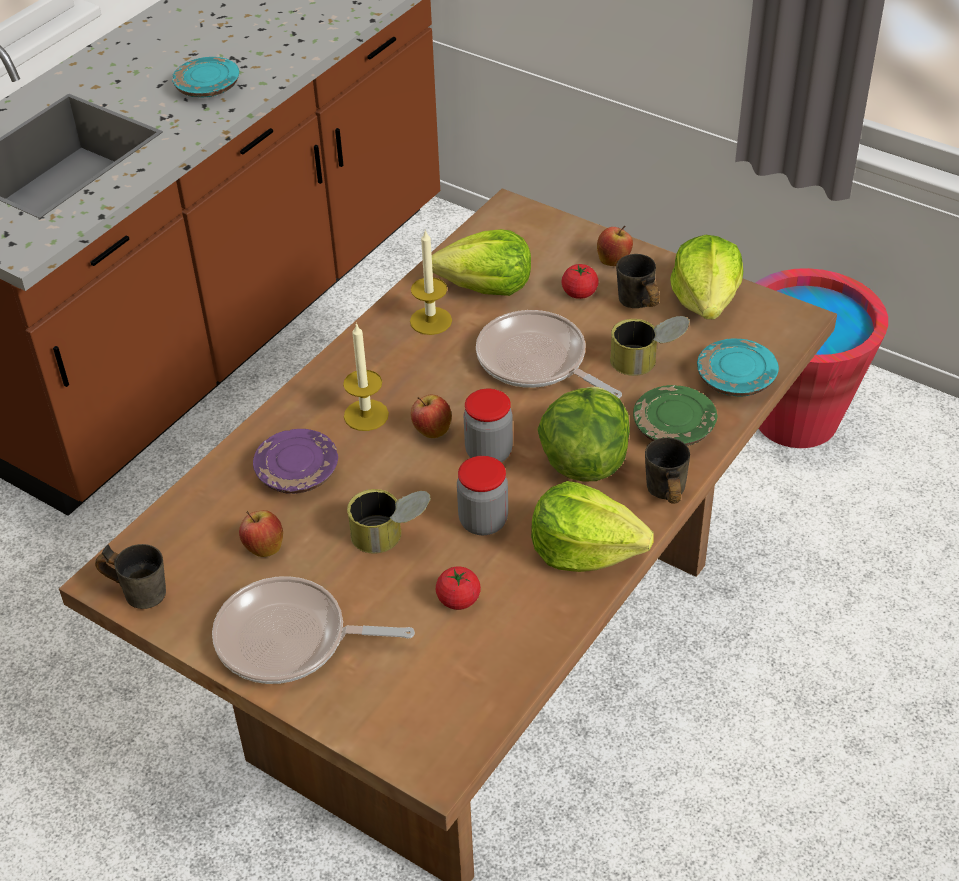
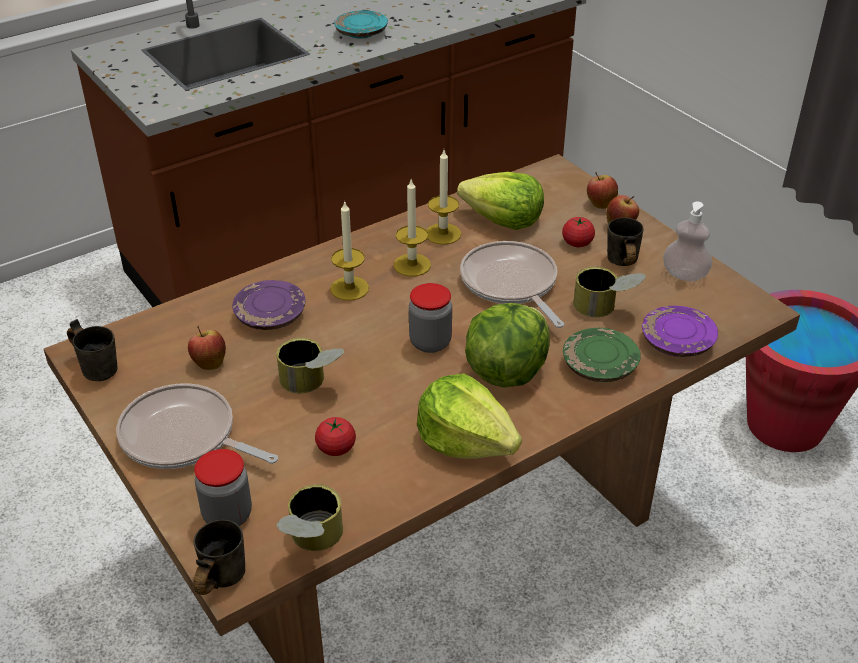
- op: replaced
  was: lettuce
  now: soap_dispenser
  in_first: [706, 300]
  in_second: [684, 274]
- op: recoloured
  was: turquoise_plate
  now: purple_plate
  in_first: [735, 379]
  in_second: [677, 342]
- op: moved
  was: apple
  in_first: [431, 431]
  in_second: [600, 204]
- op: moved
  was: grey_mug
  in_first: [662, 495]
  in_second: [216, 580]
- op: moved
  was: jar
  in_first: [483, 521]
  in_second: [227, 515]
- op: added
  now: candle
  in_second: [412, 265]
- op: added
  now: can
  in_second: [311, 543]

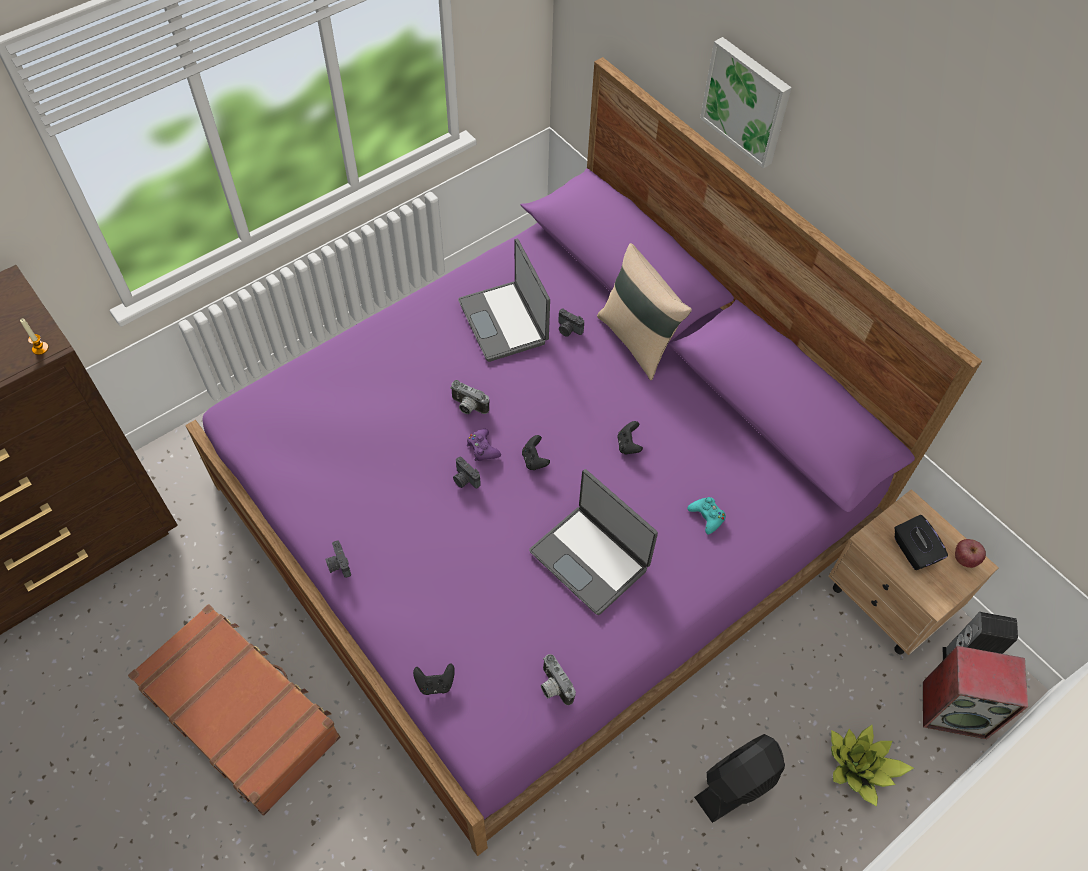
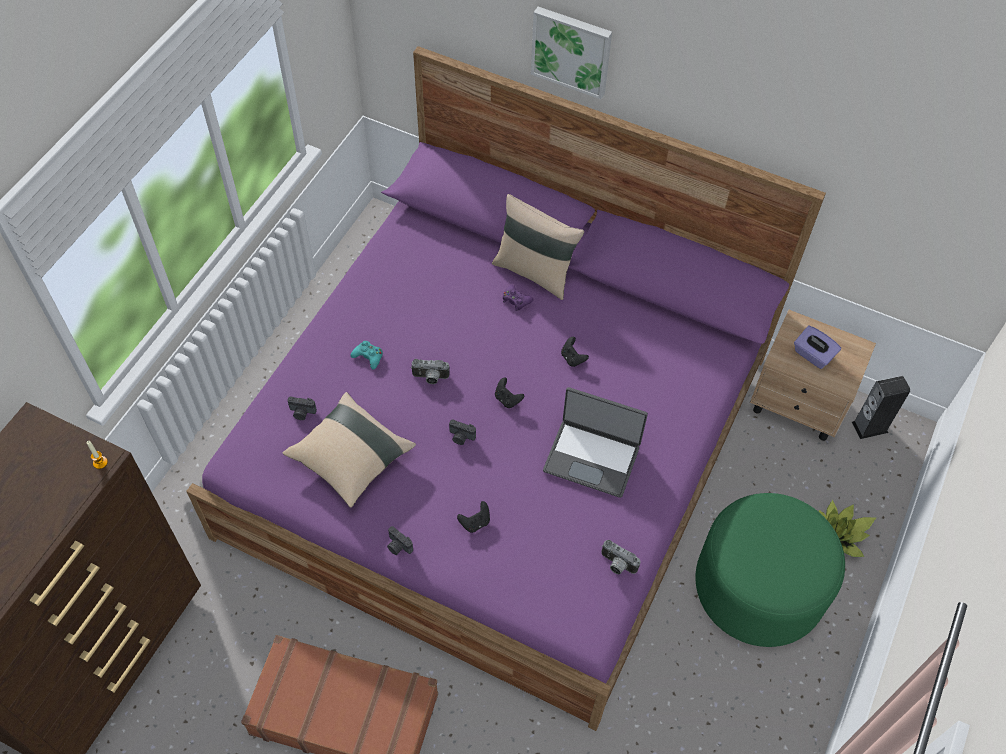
- op: removed
  was: laptop
  in_first: [505, 322]
- op: moved
  was: photo_camera
  in_first: [568, 329]
  in_second: [302, 413]
- op: moved
  was: purple_game_controller
  in_first: [482, 448]
  in_second: [516, 300]
- op: moved
  was: turquoise_game_controller
  in_first: [707, 516]
  in_second: [368, 357]
- op: recoloured
  was: black_tissue_box
  now: purple_tissue_box
  in_first: [913, 551]
  in_second: [812, 355]
- op: removed
  was: apple
  in_first: [964, 559]
- op: removed
  was: speaker
  in_first: [955, 709]
- op: moved
  was: black_game_controller
  in_first: [435, 683]
  in_second: [475, 522]
- op: replaced
  was: black_fan
  now: green_ottoman
  in_first: [737, 785]
  in_second: [758, 588]
- op: added
  now: beige_pillow
  in_second: [351, 458]

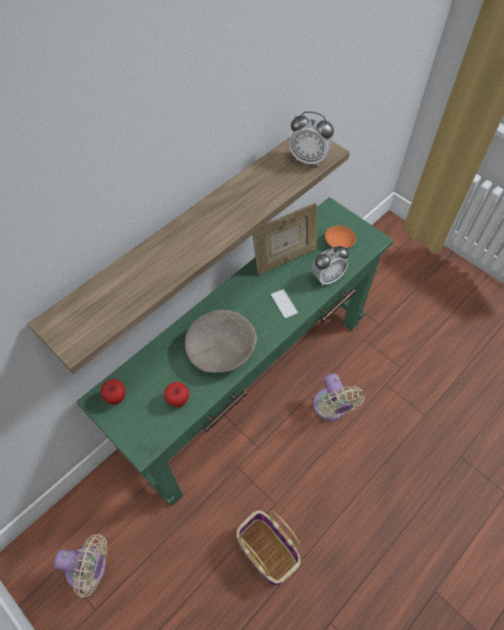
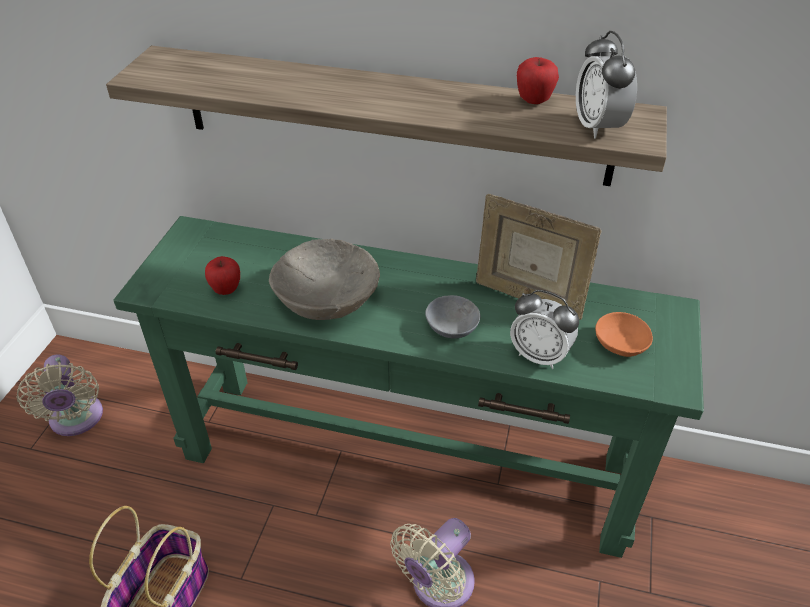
- op: replaced
  was: phone
  now: grey_bowl
  in_first: [284, 303]
  in_second: [450, 326]
- op: moved
  was: apple
  in_first: [116, 398]
  in_second: [534, 101]

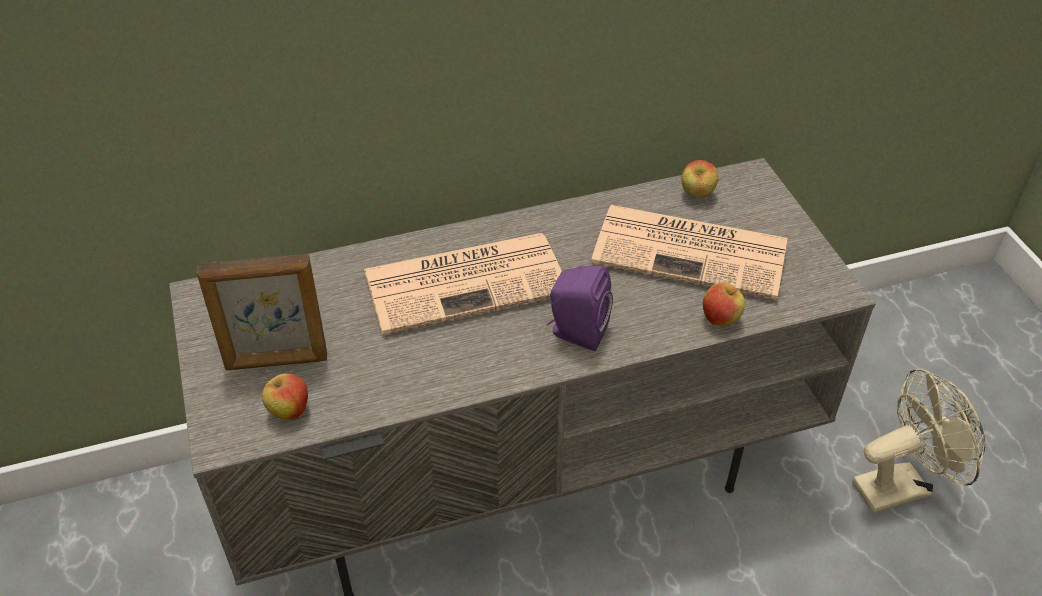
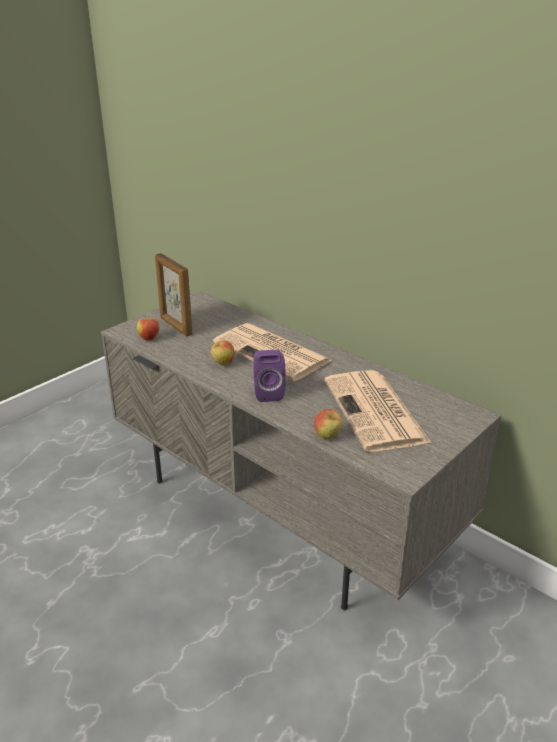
- op: moved
  was: apple
  in_first: [697, 195]
  in_second: [223, 364]
- op: removed
  was: beige_fan
  in_first: [901, 485]

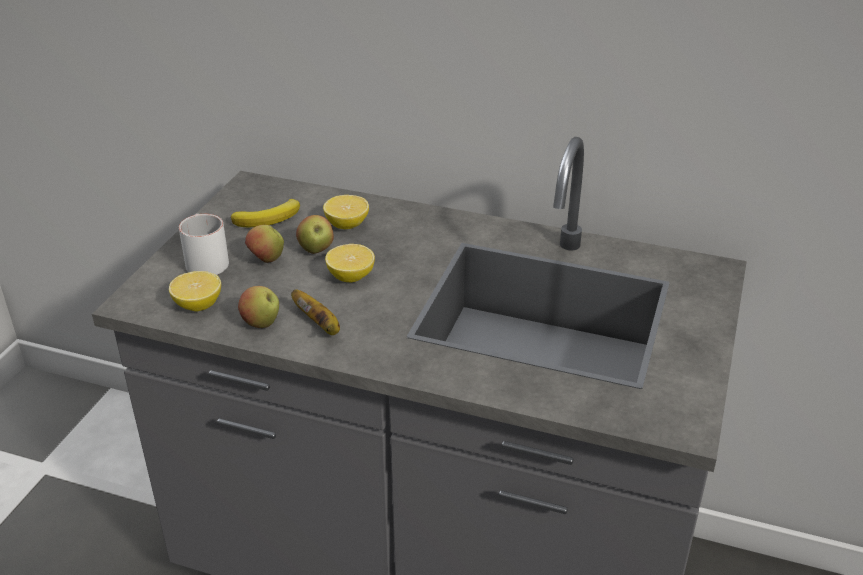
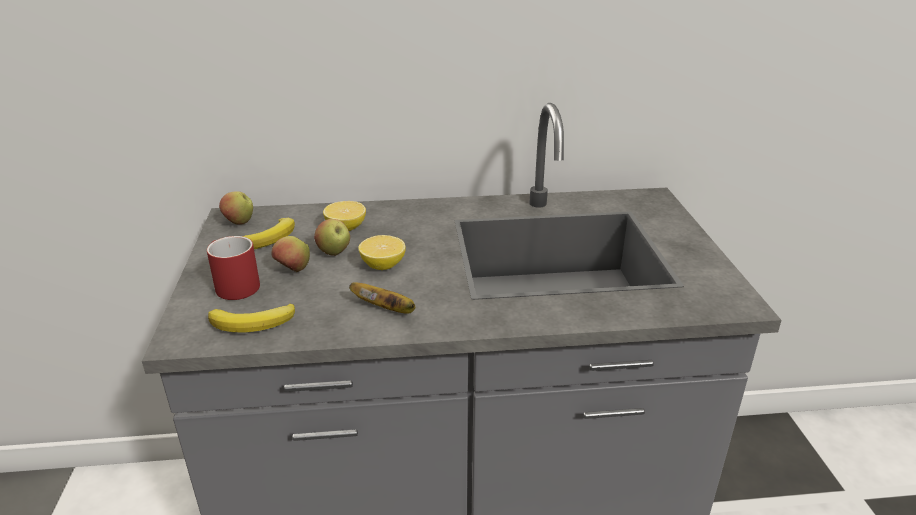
- op: recoloured
  was: white_mug
  now: red_mug
  in_first: [204, 261]
  in_second: [232, 285]
- op: replaced
  was: lemon
  now: banana
  in_first: [198, 305]
  in_second: [254, 323]
- op: moved
  was: apple
  in_first: [261, 323]
  in_second: [239, 222]

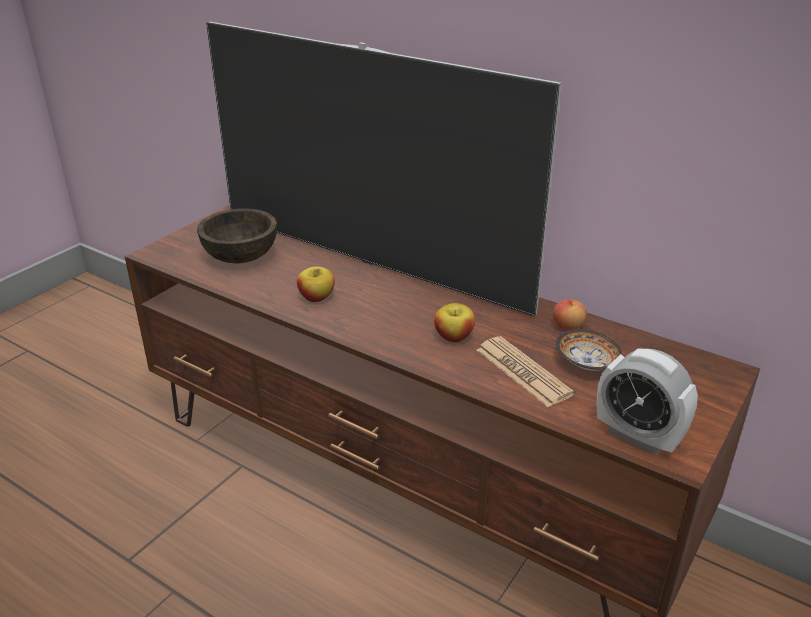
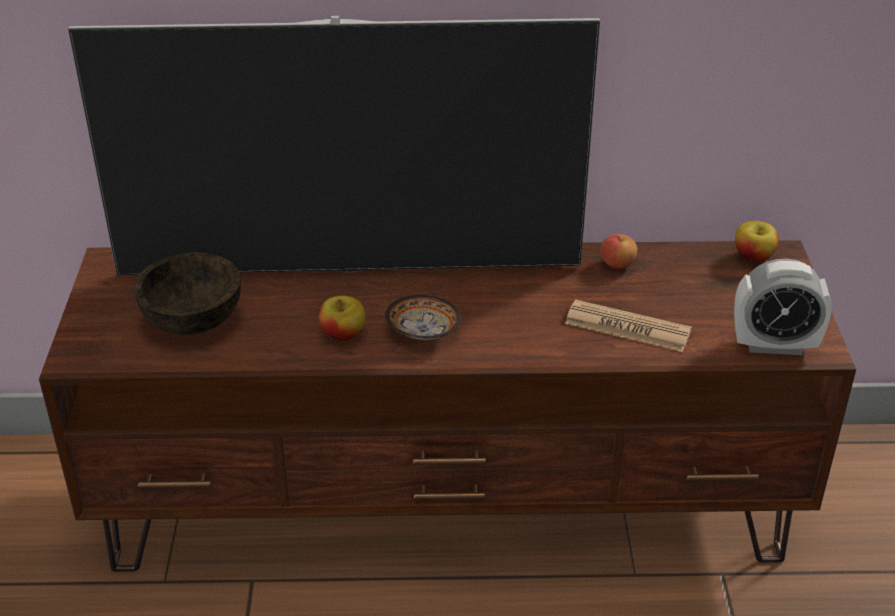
- op: moved
  was: apple
  in_first: [454, 336]
  in_second: [753, 256]
- op: moved
  was: bowl
  in_first: [586, 364]
  in_second: [423, 333]

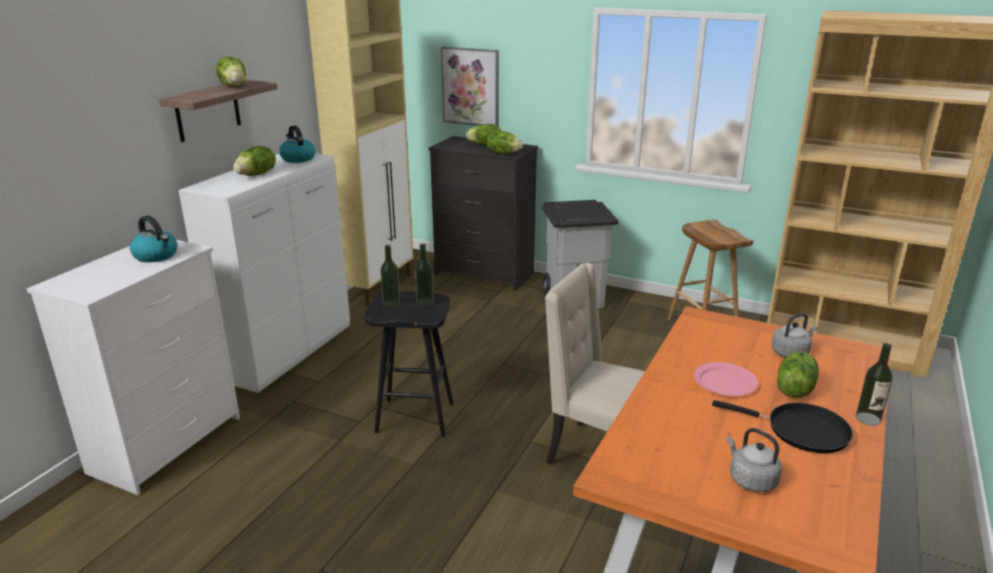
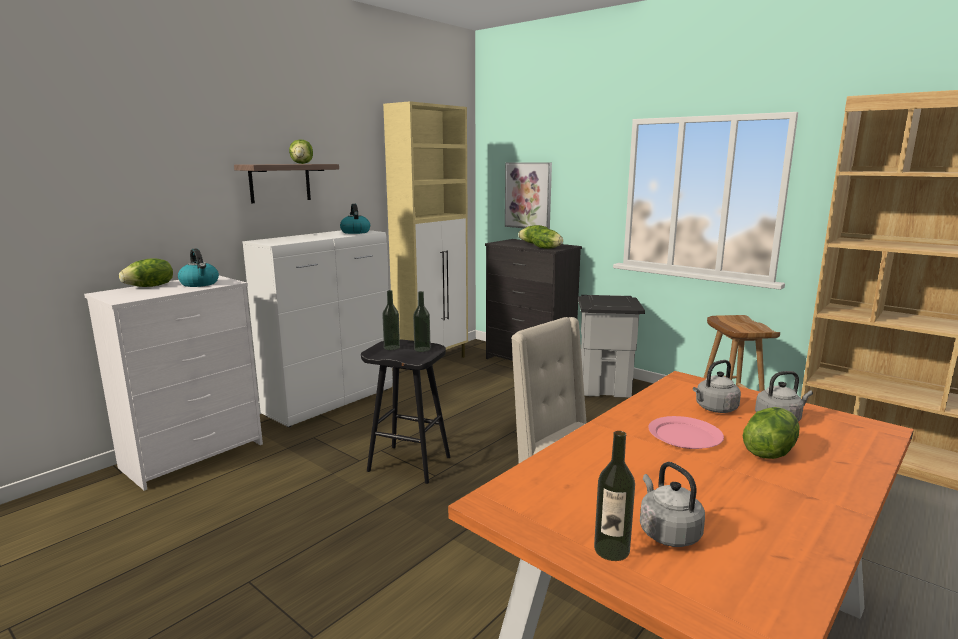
- op: moved
  was: lettuce
  in_first: [257, 175]
  in_second: [150, 286]
- op: moved
  was: bottle
  in_first: [868, 419]
  in_second: [611, 550]
- op: removed
  was: black_frying_pan
  in_first: [801, 431]
- op: added
  now: grey_kettle
  in_second: [714, 409]

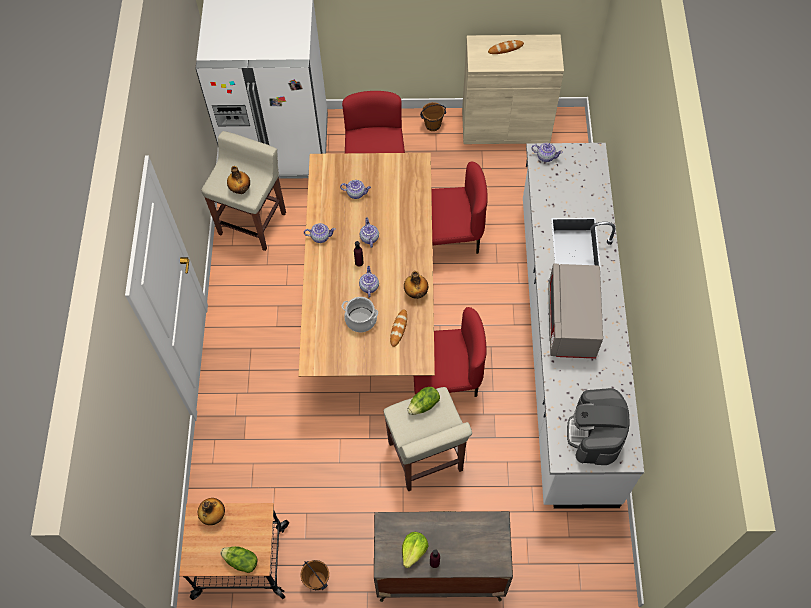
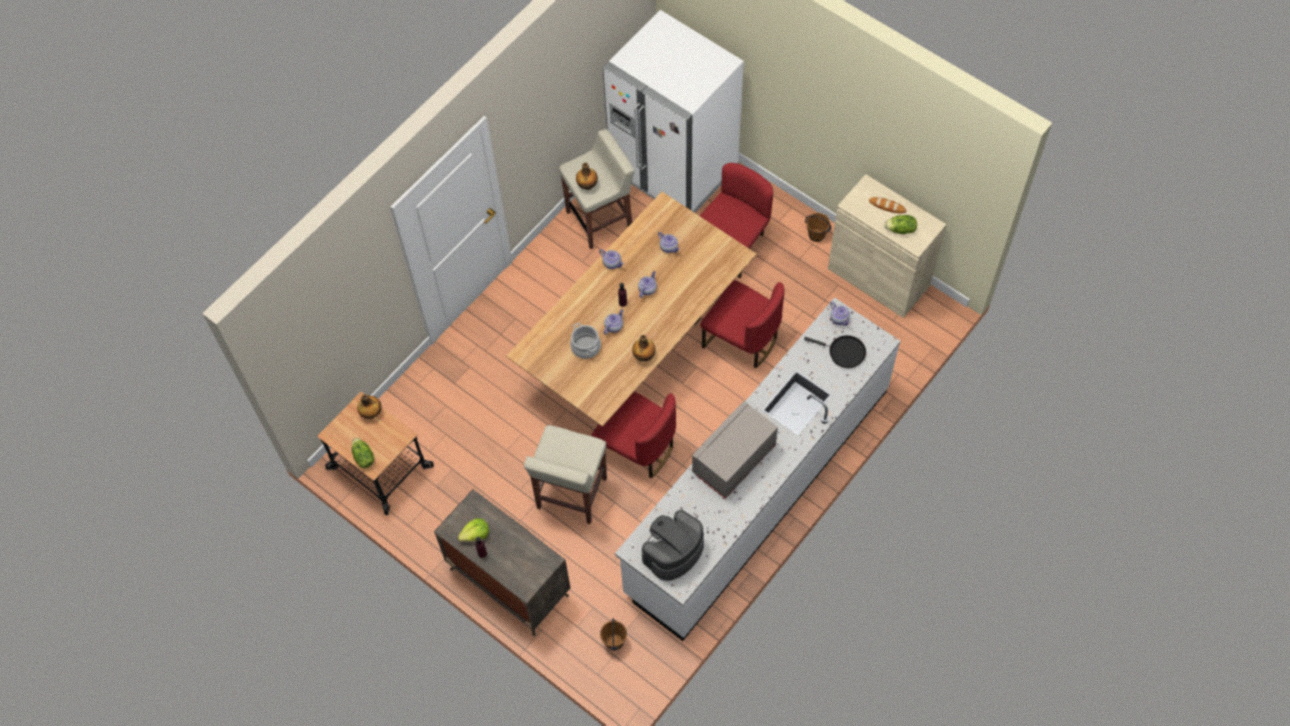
- op: removed
  was: bread
  in_first: [398, 328]
- op: moved
  was: lettuce
  in_first: [424, 405]
  in_second: [900, 230]
- op: moved
  was: brown_bucket
  in_first: [317, 581]
  in_second: [614, 642]
- op: added
  now: black_frying_pan
  in_second: [844, 352]

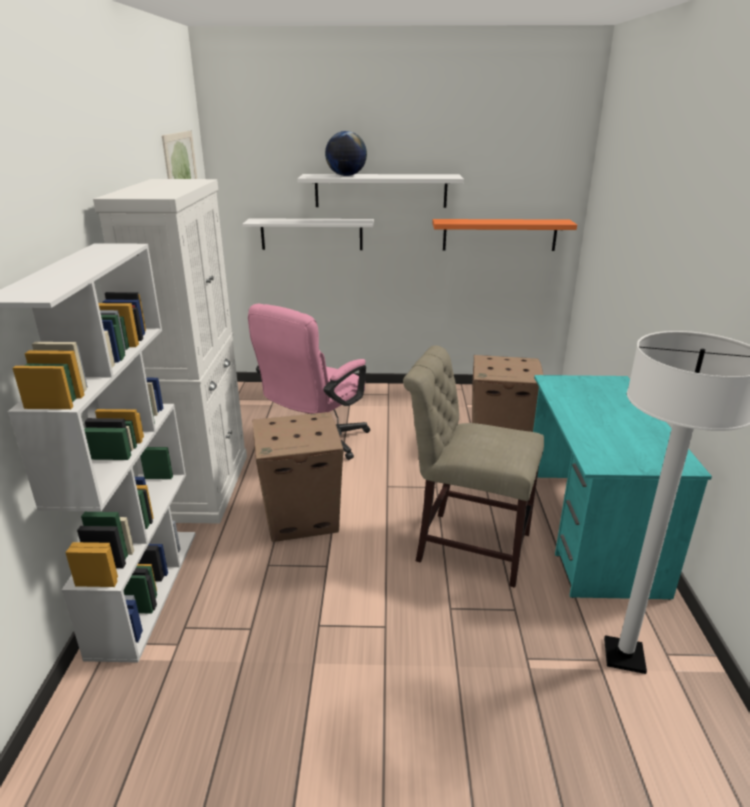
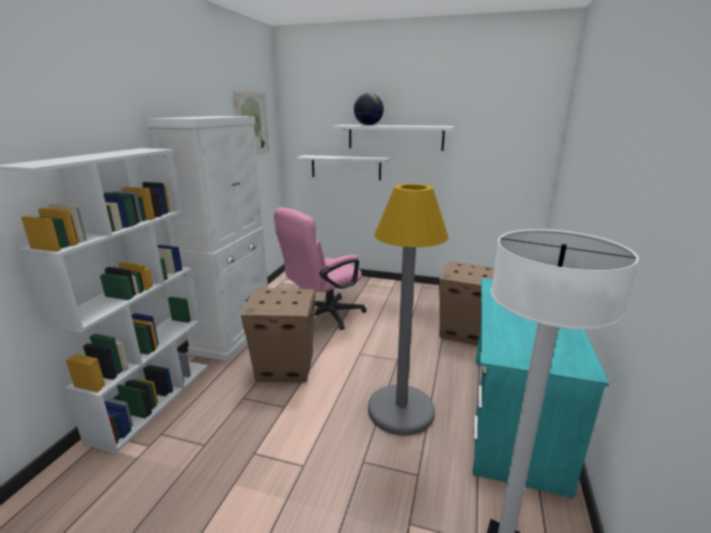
- op: removed
  was: orange_shelf
  in_first: [499, 235]
- op: replaced
  was: beige_chair
  now: grey_floor_lamp
  in_first: [466, 544]
  in_second: [400, 410]

